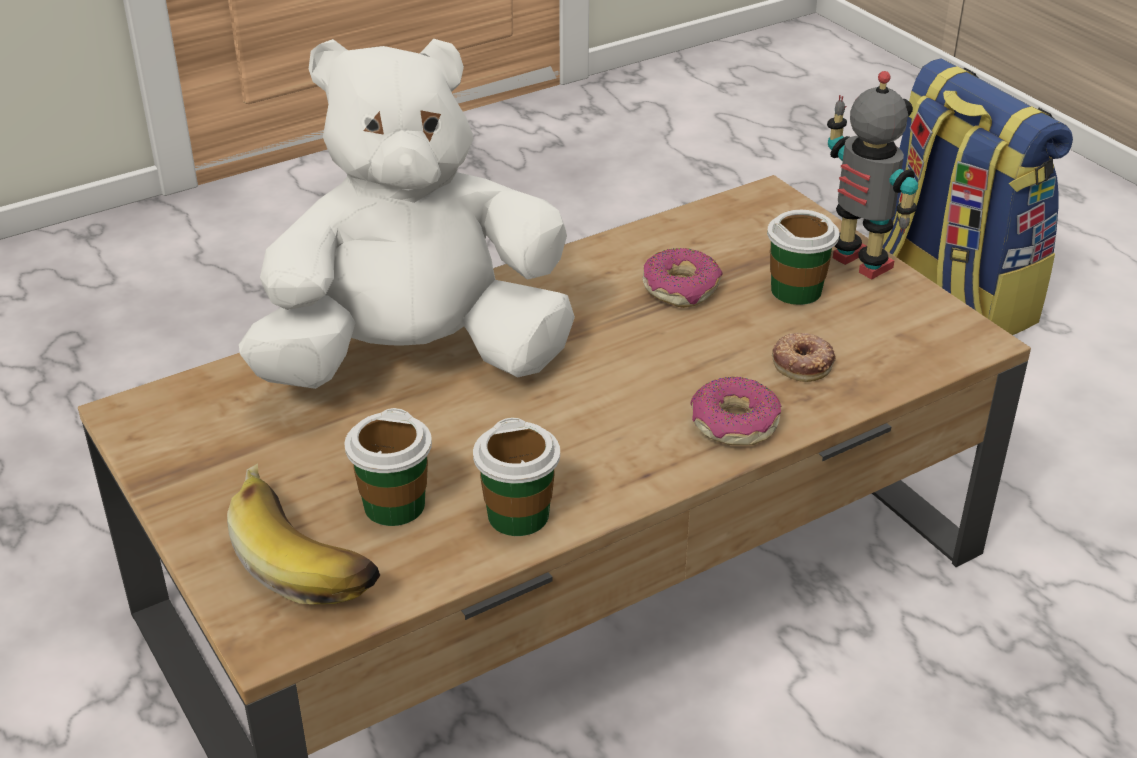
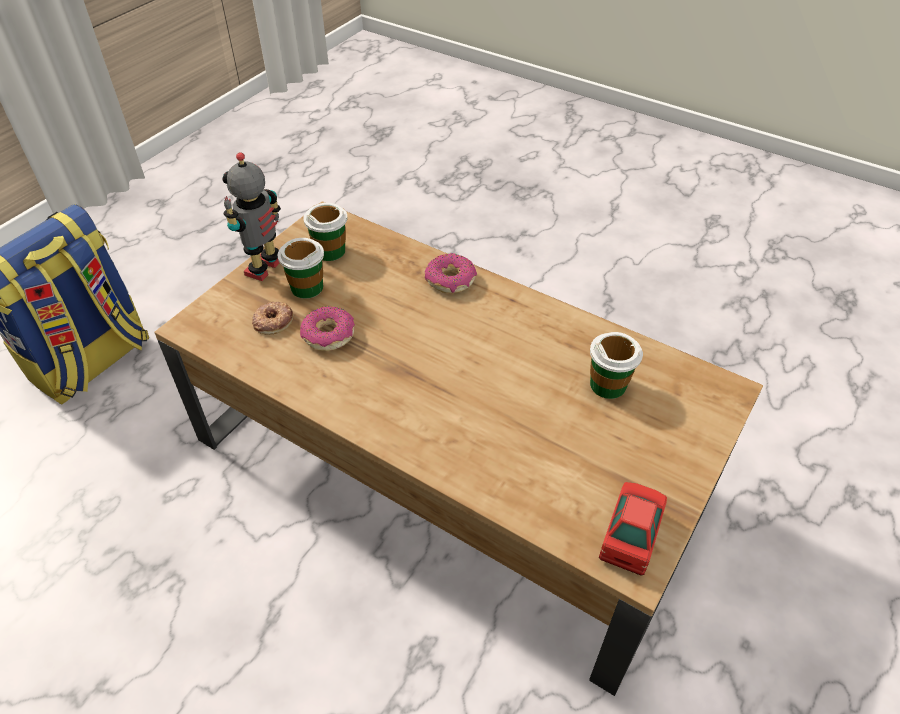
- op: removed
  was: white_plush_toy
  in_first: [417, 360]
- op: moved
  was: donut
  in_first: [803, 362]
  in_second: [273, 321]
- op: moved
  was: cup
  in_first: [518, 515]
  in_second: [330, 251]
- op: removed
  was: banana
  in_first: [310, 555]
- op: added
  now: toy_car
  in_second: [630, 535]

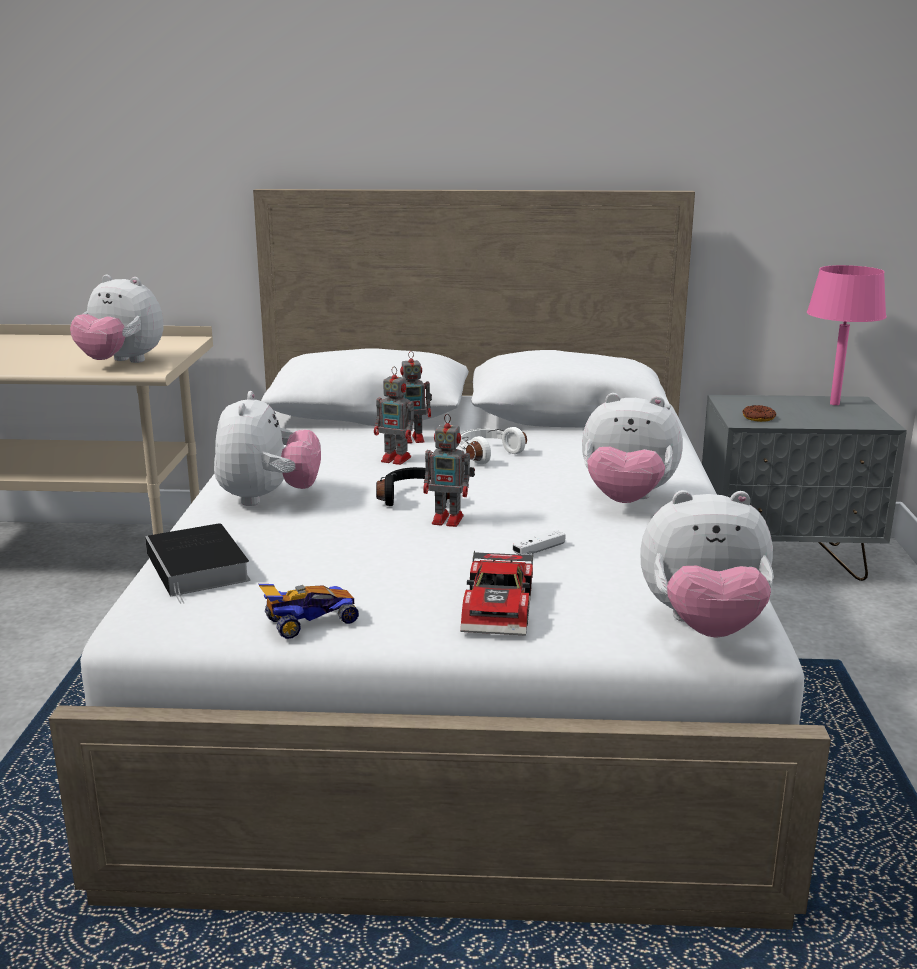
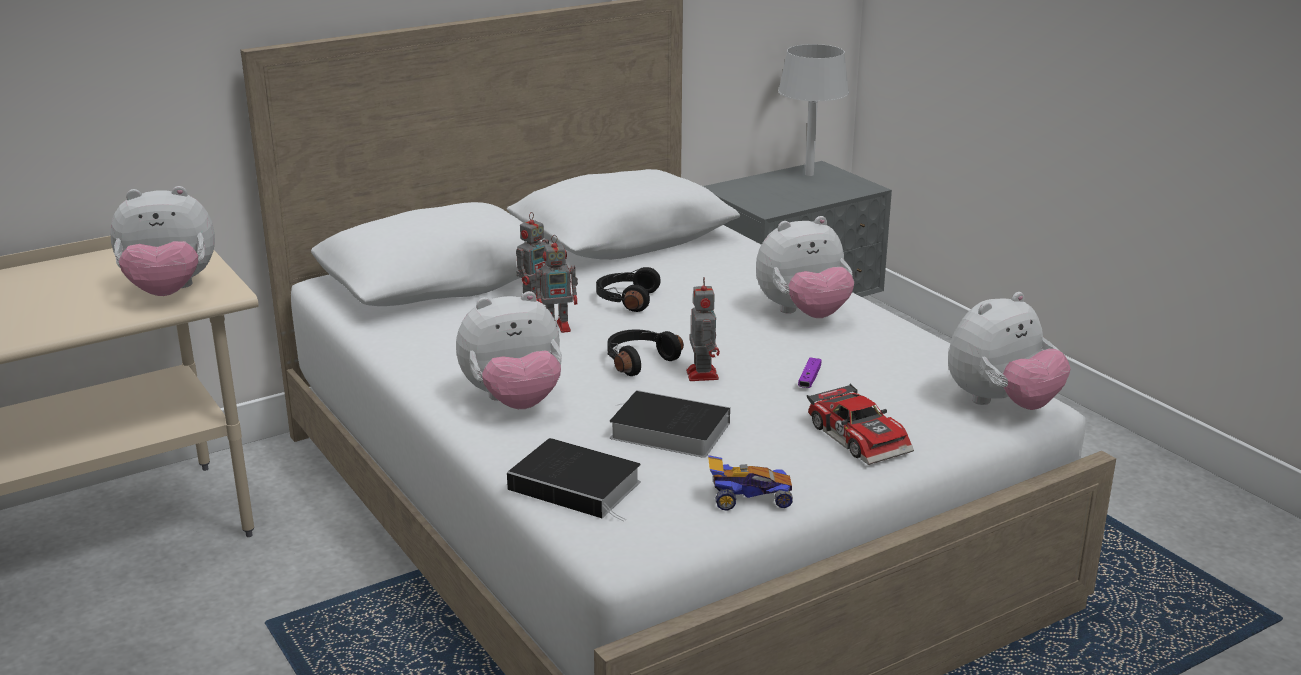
- op: recoloured
  was: pink_table_lamp
  now: grey_table_lamp
  in_first: [835, 404]
  in_second: [809, 174]
- op: turned
  was: plush_toy
  in_first: [268, 499]
  in_second: [514, 401]
  clockwise: 105
- op: removed
  was: donut
  in_first: [758, 418]
- op: turned
  was: toy_robot
  in_first: [449, 520]
  in_second: [702, 374]
  clockwise: -75
- op: recoloured
  was: white_headphones
  now: black_headphones
  in_first: [486, 454]
  in_second: [626, 300]
- op: recoloured
  was: white_game_controller
  now: purple_game_controller
  in_first: [539, 550]
  in_second: [809, 379]
- op: turned
  was: toy_car
  in_first: [309, 622]
  in_second: [749, 498]
  clockwise: 60
- op: added
  now: book
  in_second: [666, 430]

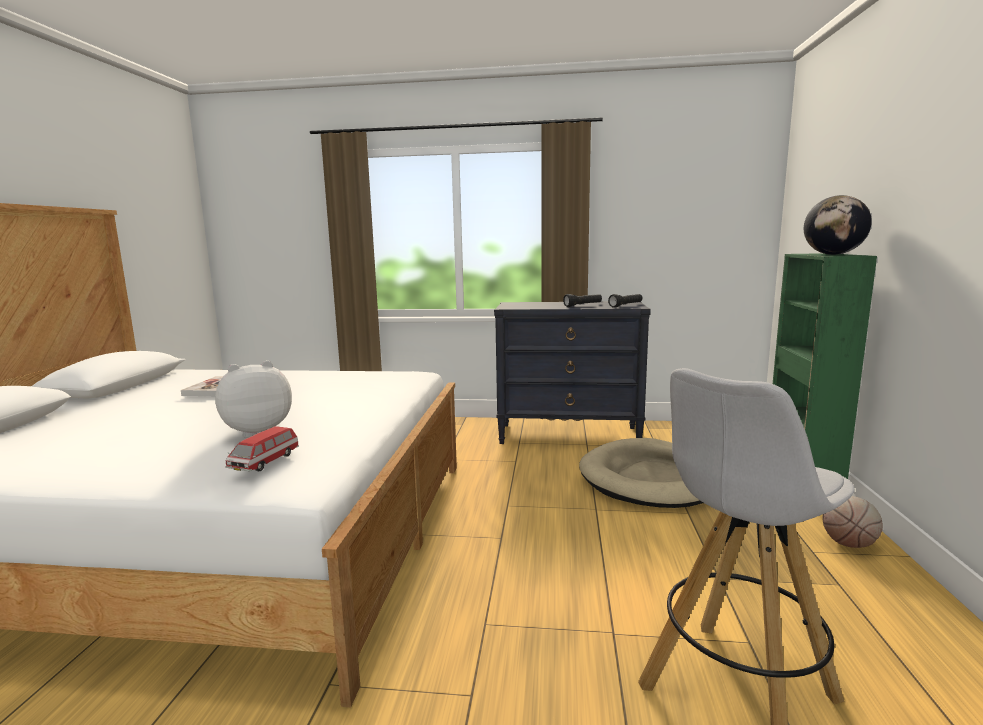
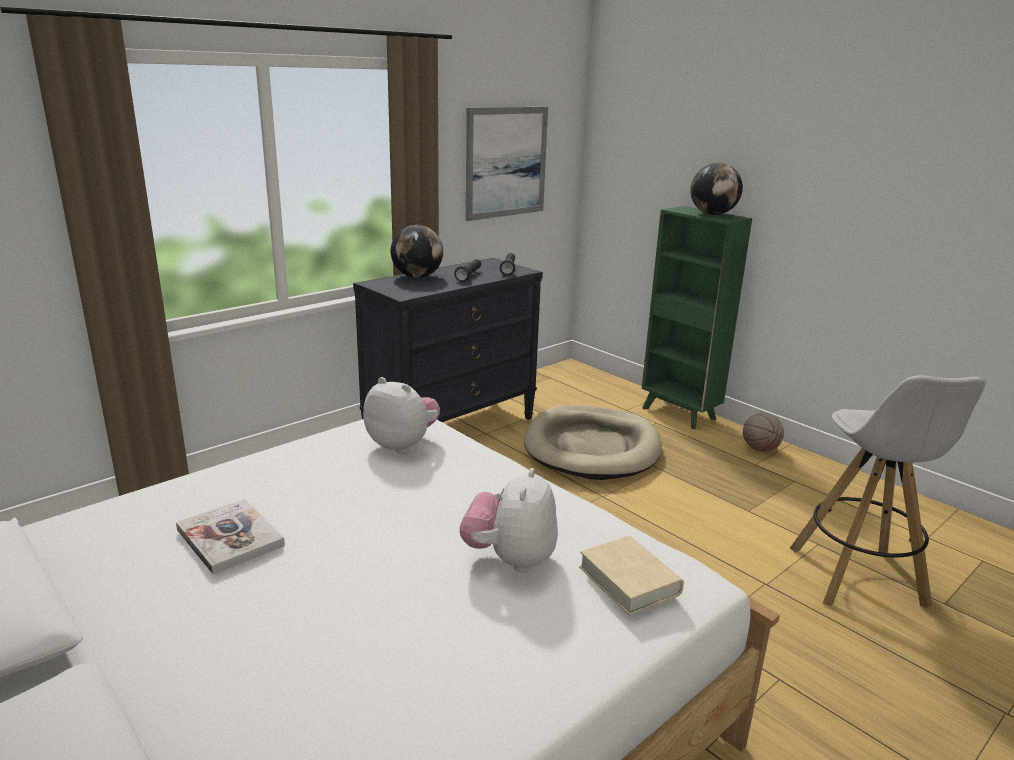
- op: replaced
  was: toy_car
  now: beige_book
  in_first: [264, 462]
  in_second: [629, 581]
- op: added
  now: picture
  in_second: [506, 162]
- op: added
  now: globe
  in_second: [417, 277]
- op: added
  now: plush_toy
  in_second: [403, 445]

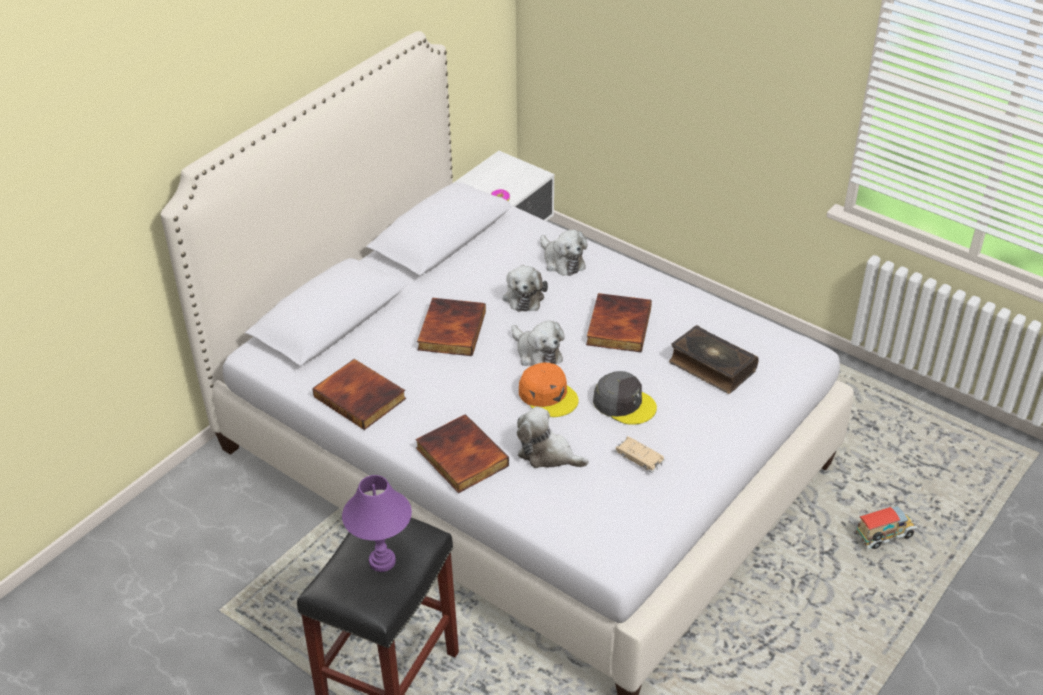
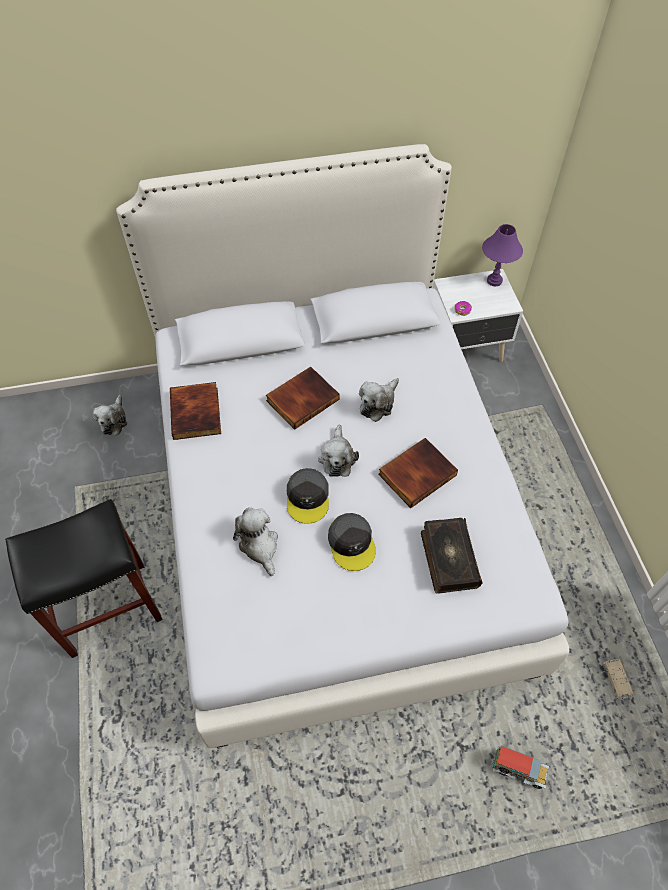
- op: moved
  was: plush_toy
  in_first: [562, 261]
  in_second: [114, 420]
- op: recoloured
  was: orange_cap
  now: grey_cap
  in_first: [548, 395]
  in_second: [308, 498]
- op: removed
  was: book
  in_first: [460, 457]
- op: moved
  was: beige_toy_car
  in_first: [639, 457]
  in_second: [617, 679]
- op: moved
  was: purple_table_lamp
  in_first: [381, 561]
  in_second: [494, 280]

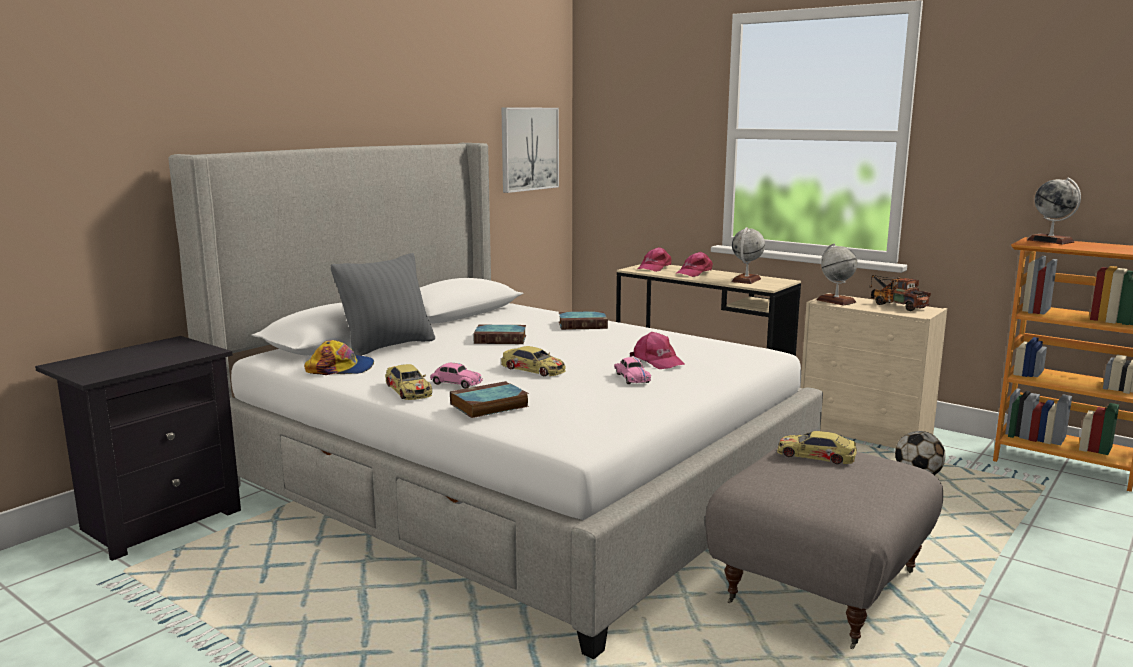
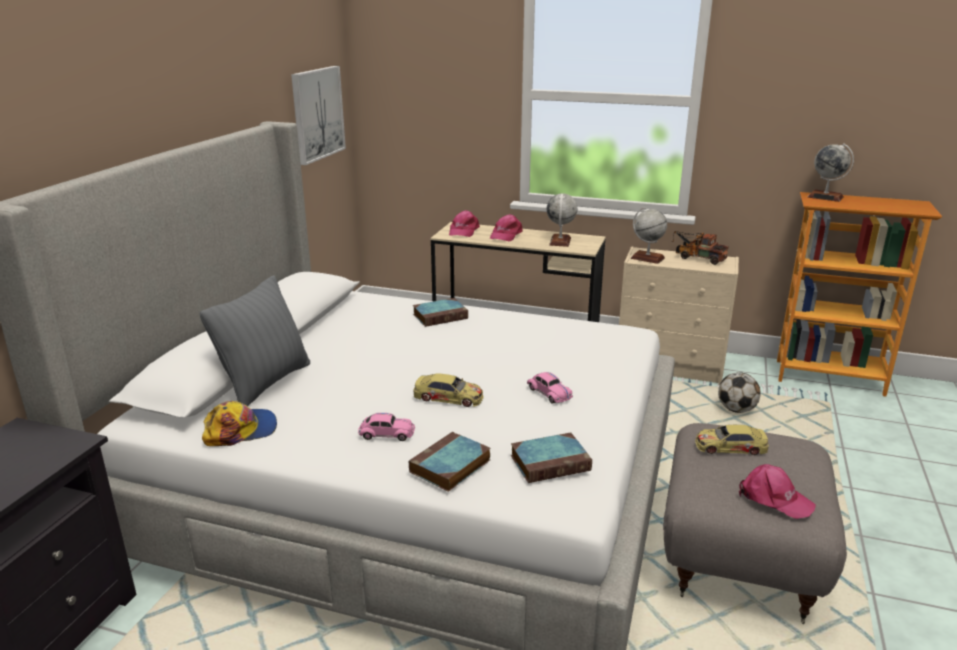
- op: moved
  was: book
  in_first: [501, 339]
  in_second: [551, 462]
- op: moved
  was: pink_cap
  in_first: [657, 361]
  in_second: [774, 498]
- op: removed
  was: toy_car
  in_first: [408, 389]

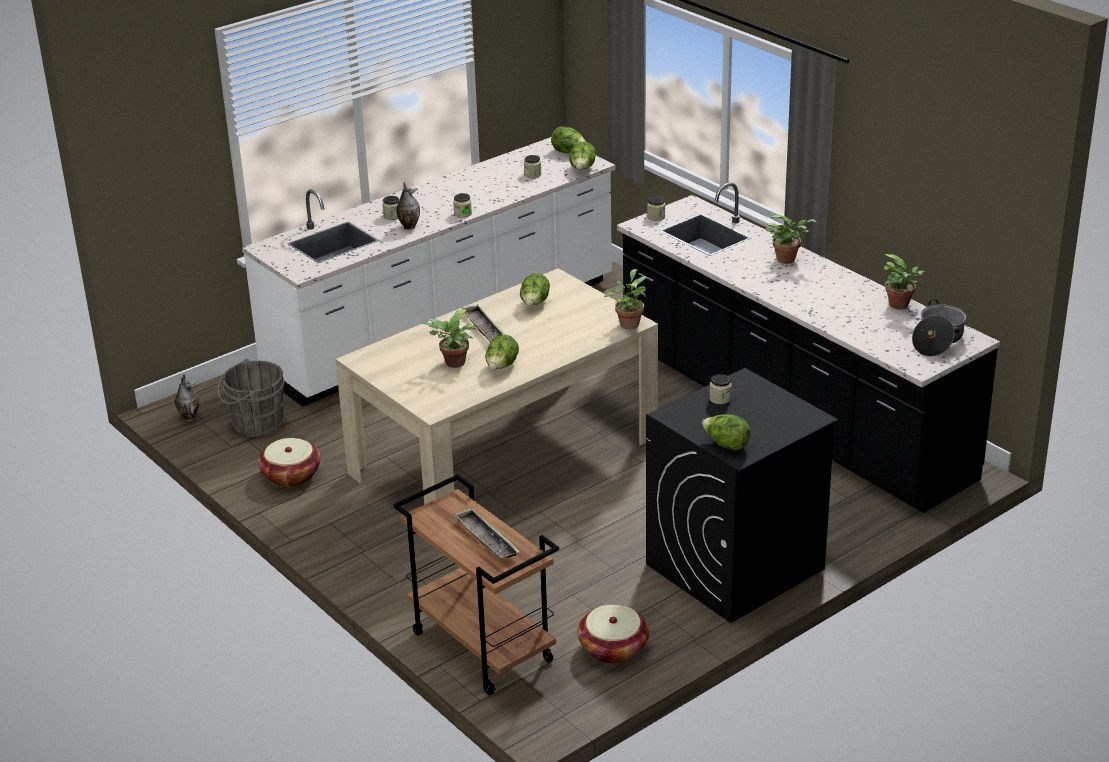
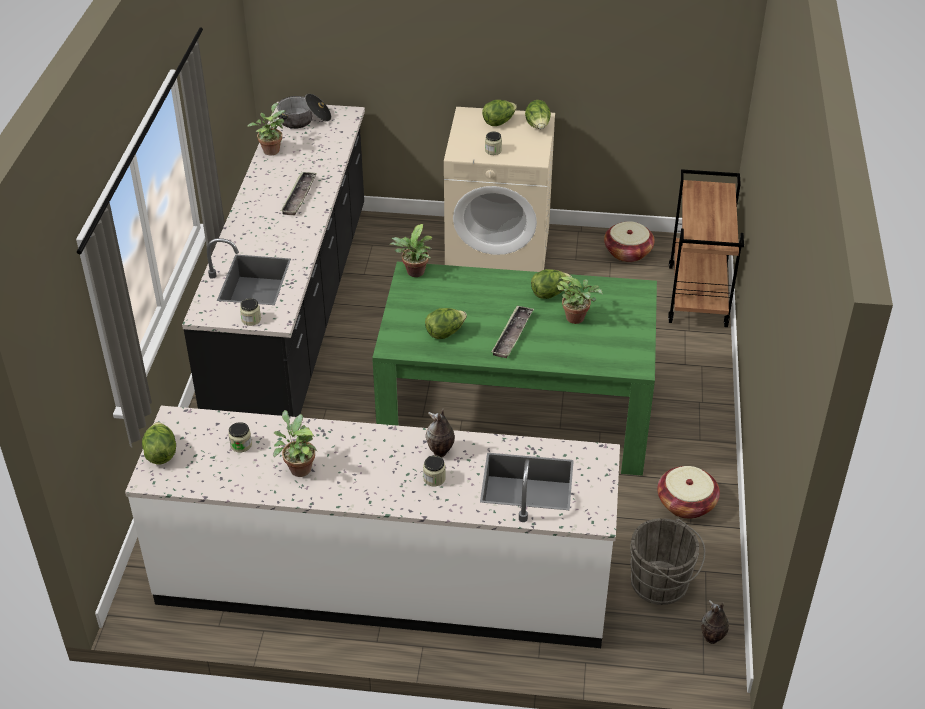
- op: moved
  was: lettuce
  in_first: [582, 169]
  in_second: [499, 122]
- op: removed
  was: jar
  in_first: [463, 213]
- op: moved
  was: potted_plant
  in_first: [788, 259]
  in_second: [298, 468]
- op: recoloured
  was: beige_dining_table
  now: green_dining_table
  in_first: [504, 455]
  in_second: [516, 412]
- op: recoloured
  was: black_washing_machine
  now: beige_washing_machine
  in_first: [734, 567]
  in_second: [499, 250]
- op: moved
  was: tray
  in_first: [486, 539]
  in_second: [299, 196]

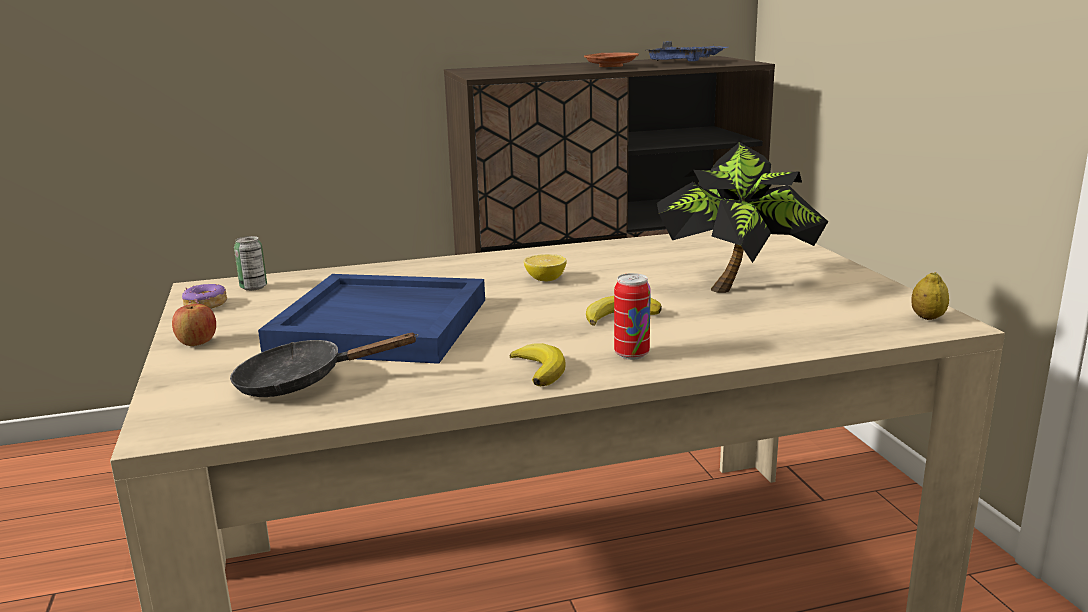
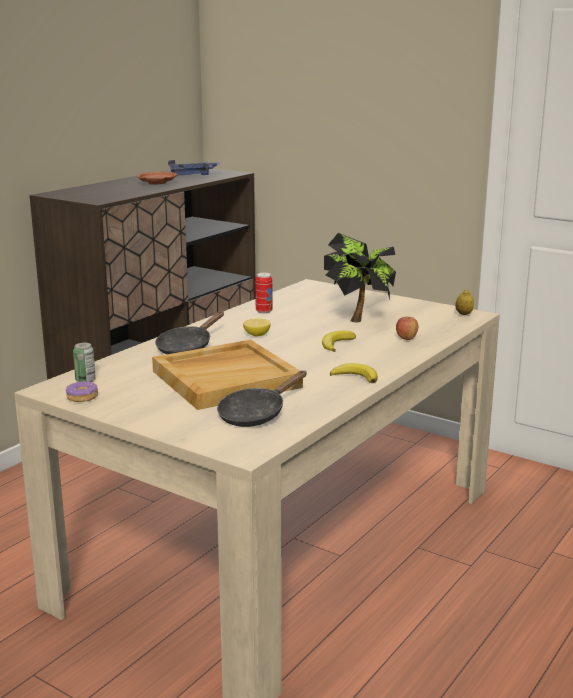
- op: moved
  was: can
  in_first: [631, 354]
  in_second: [264, 311]
- op: recoloured
  was: blue_tray
  now: beige_tray
  in_first: [383, 325]
  in_second: [226, 378]
- op: moved
  was: apple
  in_first: [197, 343]
  in_second: [406, 338]
- op: added
  now: black_frying_pan
  in_second: [187, 347]

